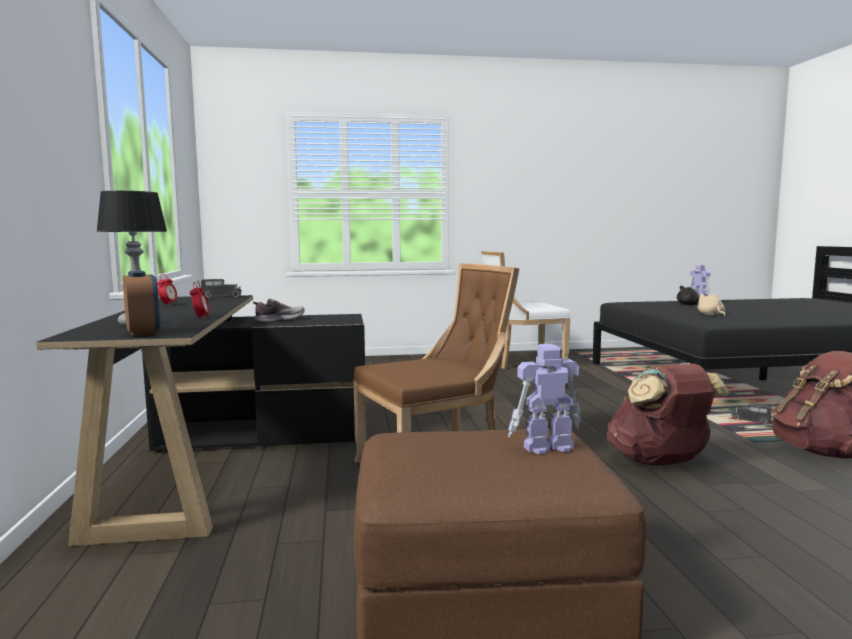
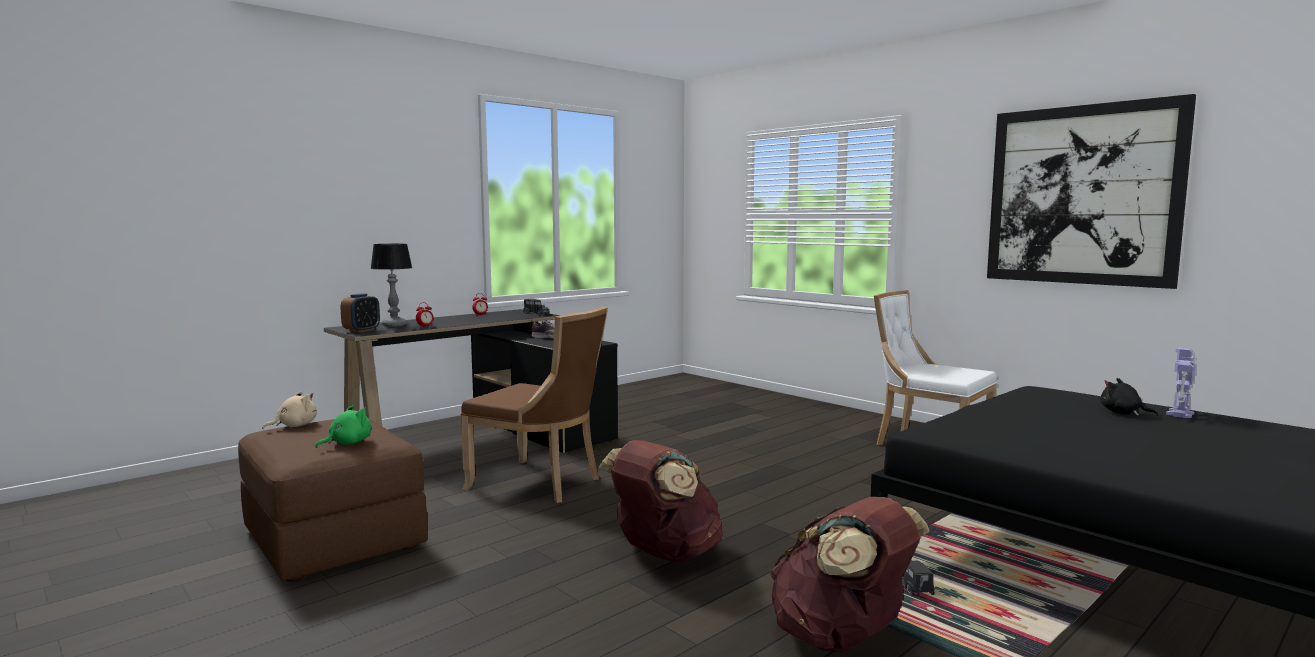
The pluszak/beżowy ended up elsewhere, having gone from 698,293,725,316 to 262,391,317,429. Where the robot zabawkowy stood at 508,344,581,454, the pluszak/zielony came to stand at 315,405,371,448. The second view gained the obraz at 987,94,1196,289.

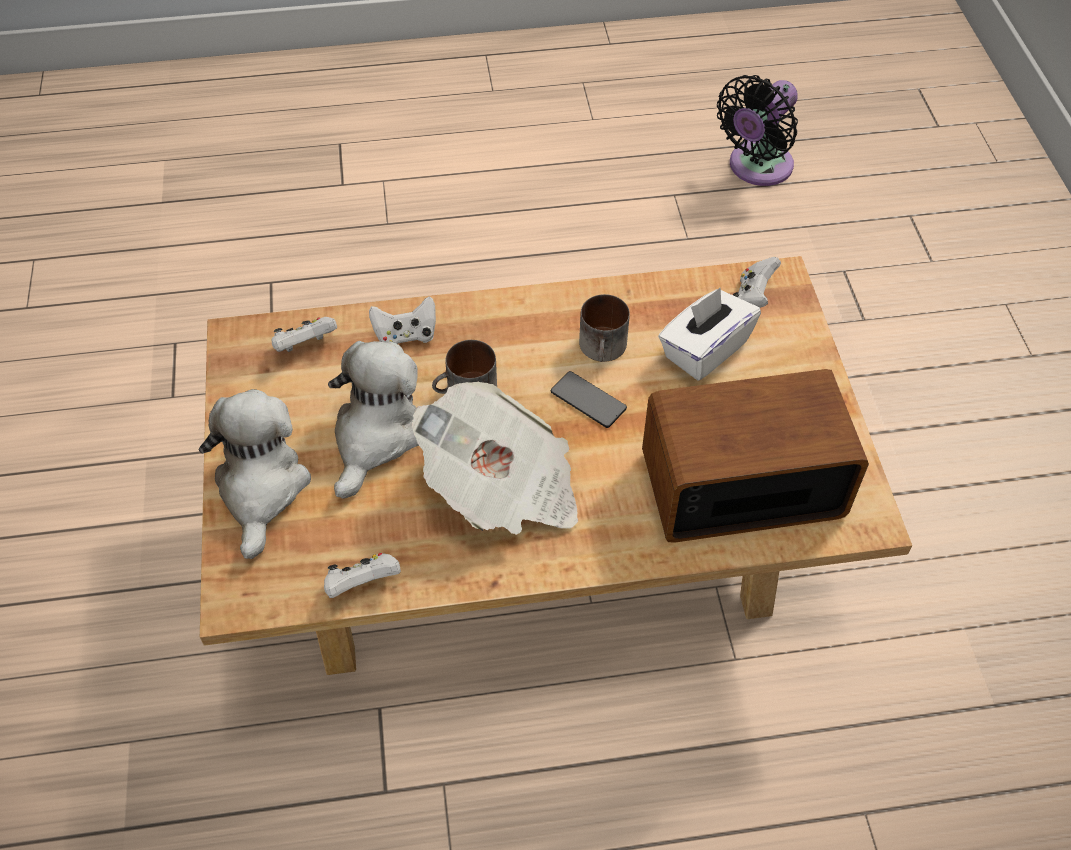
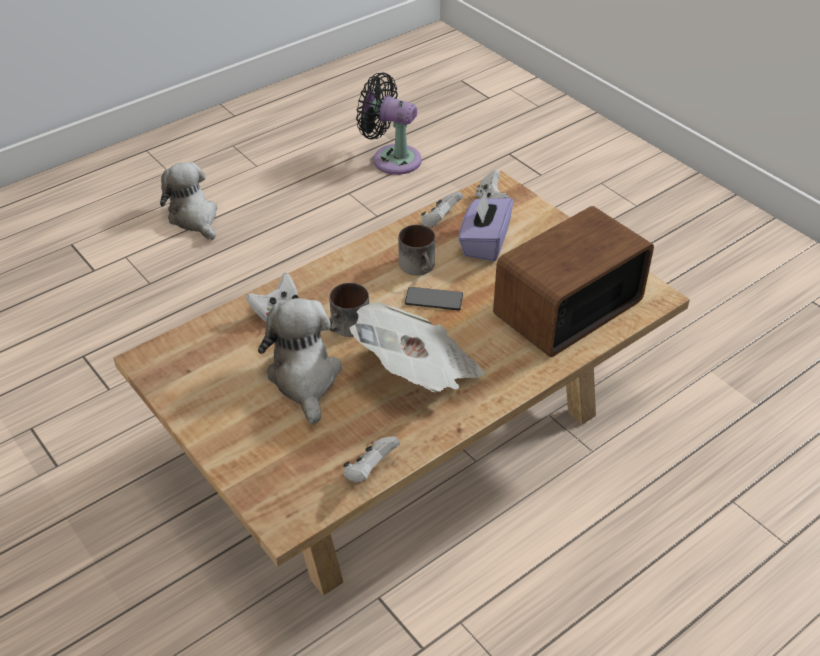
The pluszak ended up elsewhere, having gone from 199,389,311,559 to 160,162,217,240. The wentylator/czarny at 717,75,798,186 ended up facing another way, 105 degrees clockwise from before. The pad do gier/biały ended up elsewhere, having gone from 272,317,337,352 to 421,192,463,227. What was the pudełko chusteczek/biały at 658,288,761,380 turned into the pudełko chusteczek/fioletowy at 458,192,514,261.

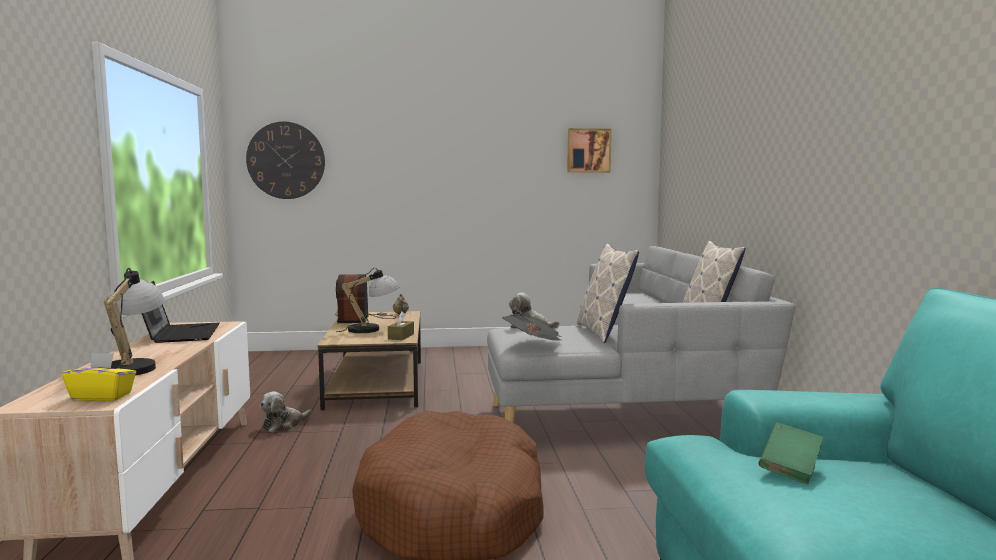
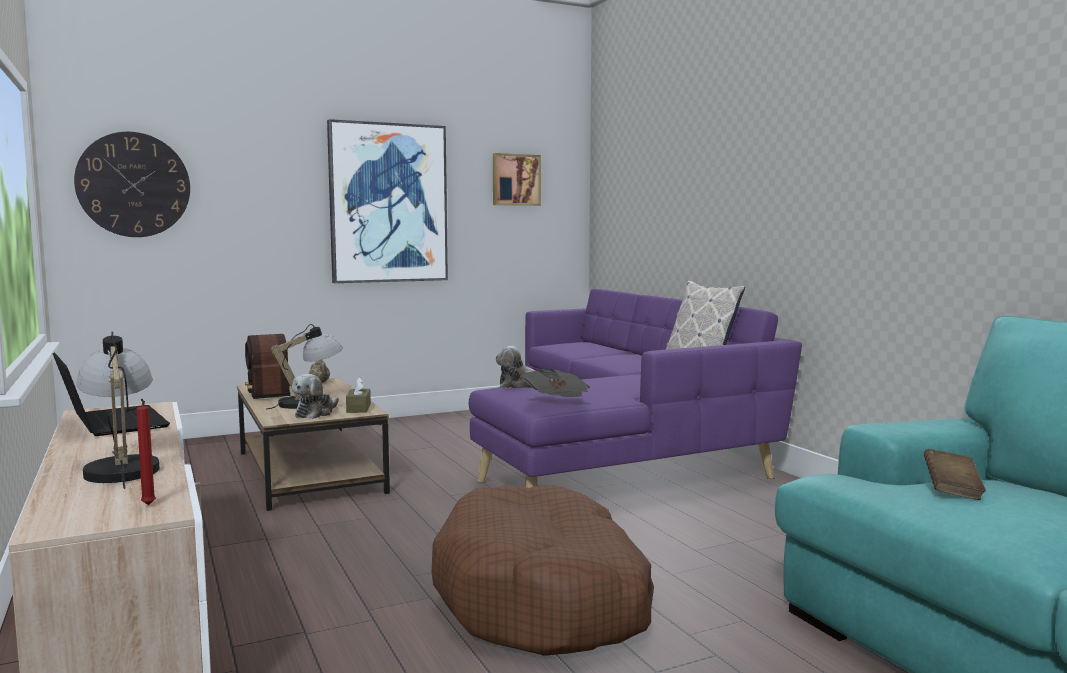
Where the pudełko chusteczek/żółty stood at 62,353,136,401, the świeca/czerwony came to stand at 136,399,156,505. The pluszak ended up elsewhere, having gone from 260,392,312,433 to 292,374,339,419. The second view gained the obraz at 327,119,448,283. What was the kanapa/szary at 487,246,795,423 turned into the kanapa/fioletowy at 469,289,802,488. What was the książka/zielony at 759,423,823,484 turned into the książka/brązowy at 924,449,986,500. The second view lost the poduszka at 577,243,639,343.

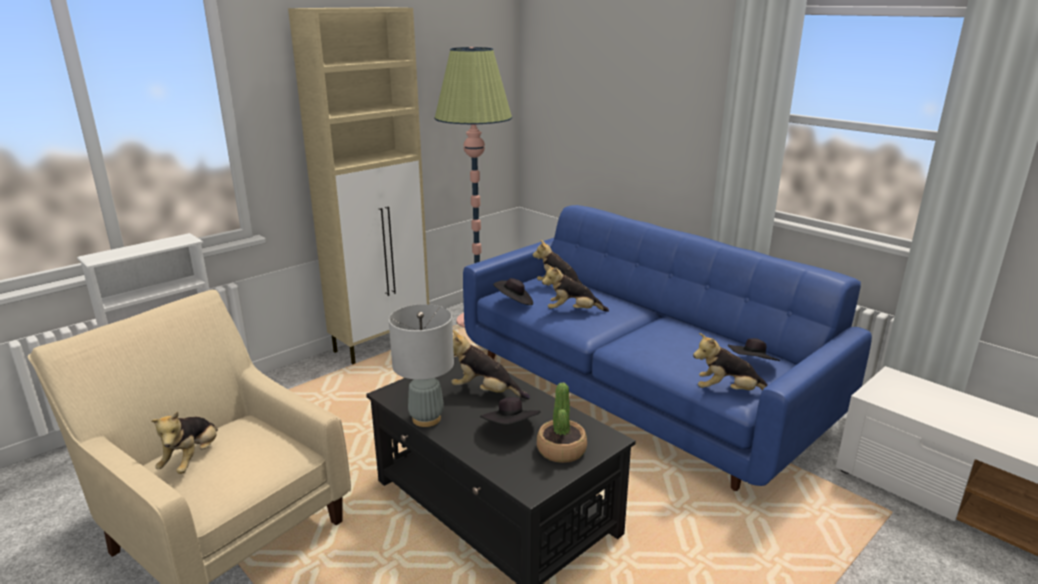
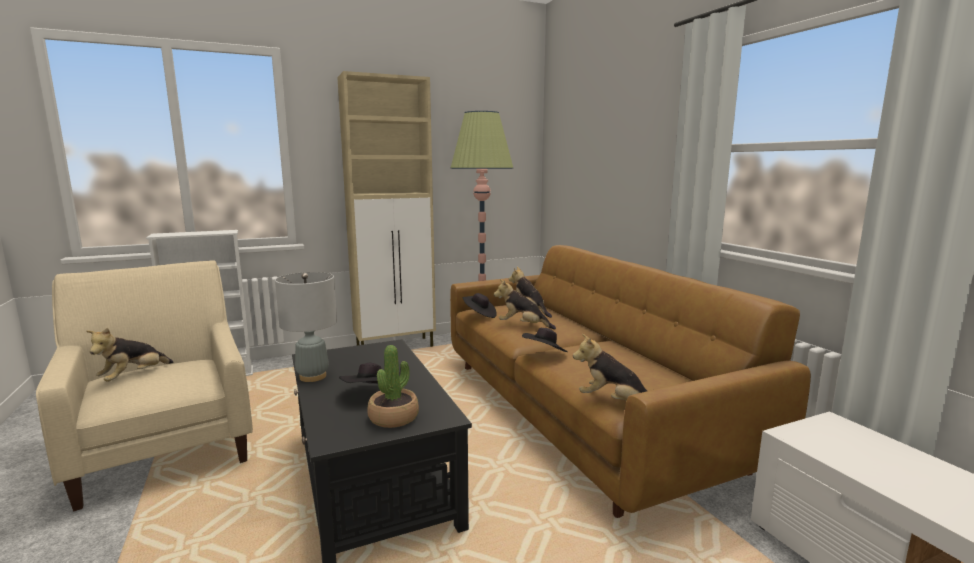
What was the kanapa/niebieski at 463,205,872,491 turned into the kanapa/brązowy at 450,245,811,518. The kapelusz/czarny ended up elsewhere, having gone from 728,338,780,361 to 522,328,568,352. The second view lost the pluszak at 451,330,530,399.

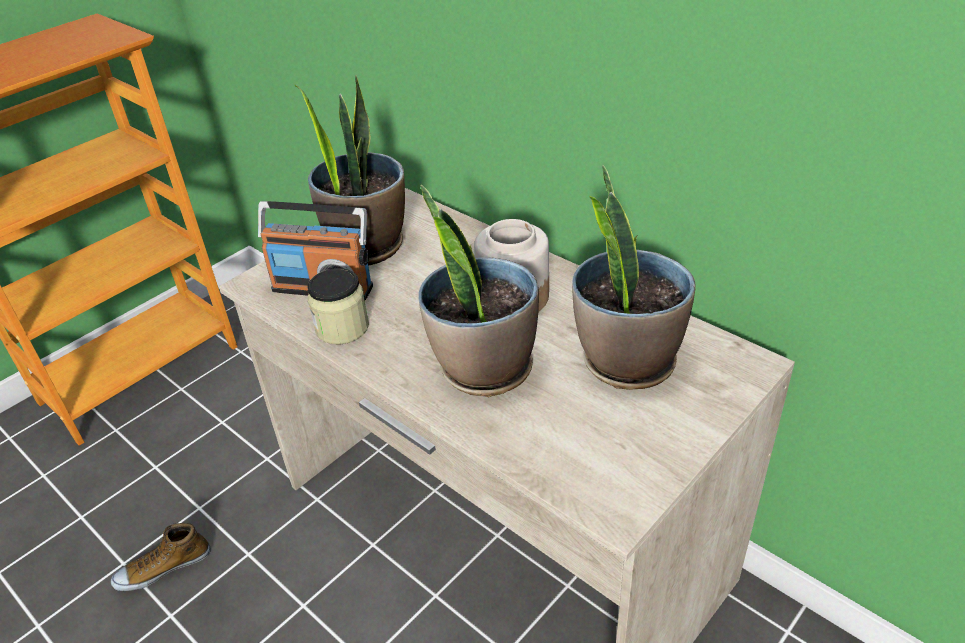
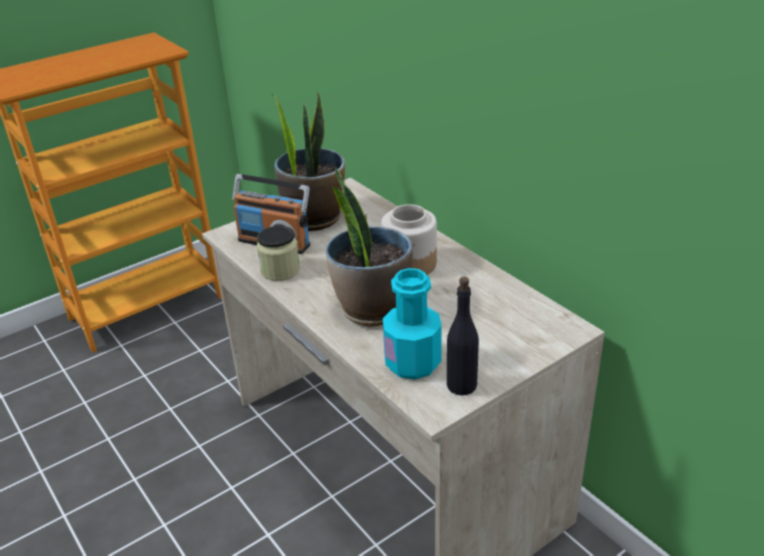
The second view gained the butelka/turkusowy at 383,268,442,380. The second view gained the butelka/czarny at 447,277,479,395. The second view lost the but at 111,523,210,591. The second view lost the roślina doniczkowa at 572,165,696,390.

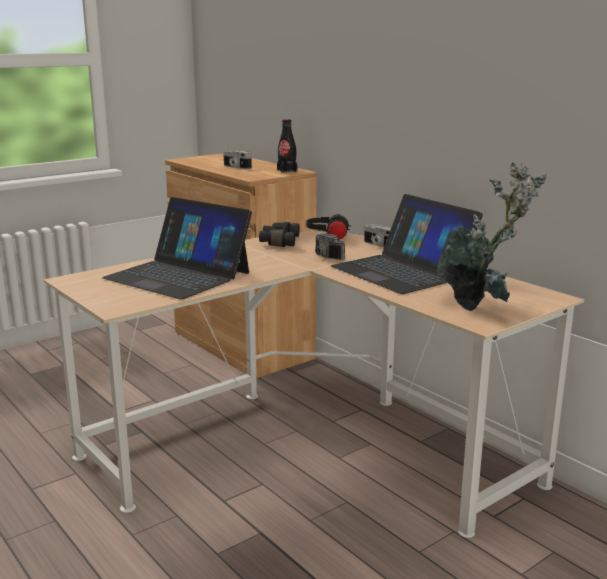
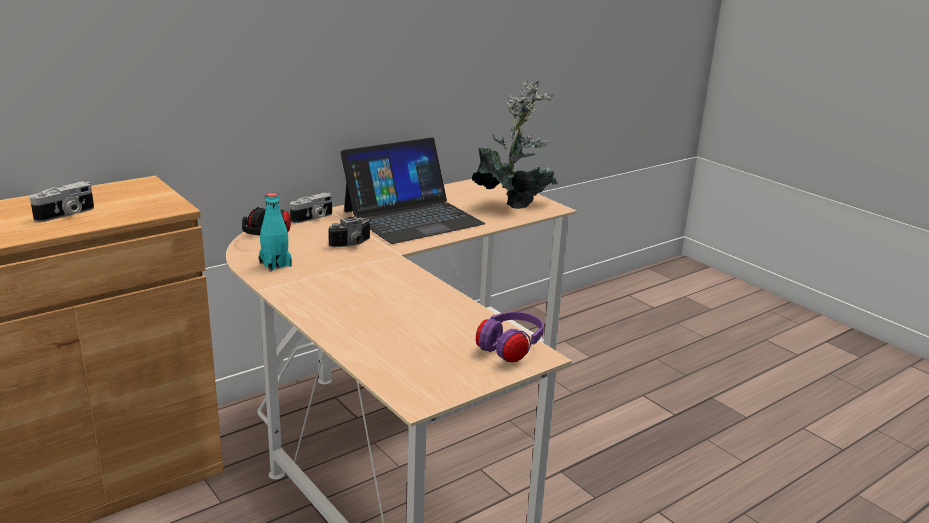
Where the lornetka/czarny stood at 259,222,300,247, the butelka/turkusowy came to stand at 259,193,292,271. The second view gained the słuchawki/fioletowy at 476,312,544,362. The second view lost the laptop at 102,197,252,300. The second view lost the butelka/czarny at 277,119,297,173.

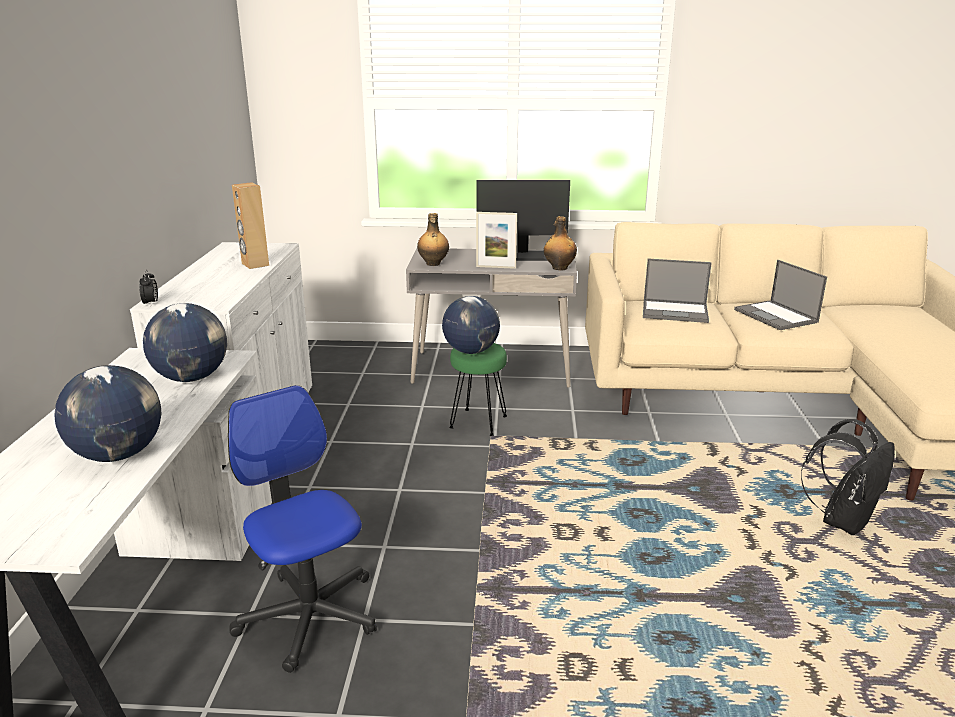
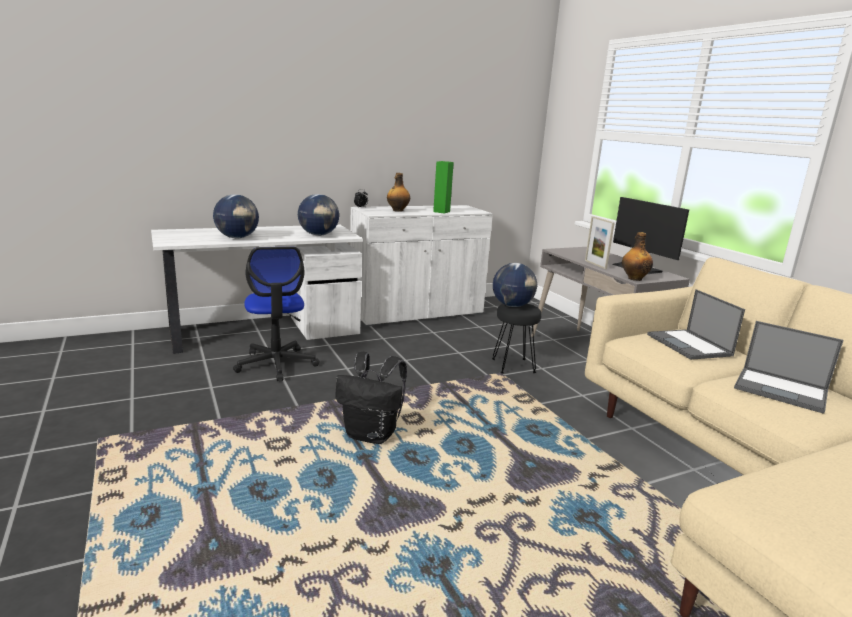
The krzesło biurowe at 228,385,377,673 ended up facing another way, 135 degrees clockwise from before. The plecak/czarny ended up elsewhere, having gone from 801,419,895,535 to 335,352,407,444. The butelka ended up elsewhere, having gone from 417,213,449,266 to 387,173,410,212. What was the głośnik/brązowy at 232,182,269,269 turned into the głośnik/zielony at 433,161,454,214. What was the stołek/zielony at 449,343,507,436 turned into the stołek/czarny at 492,304,541,374. The laptop at 734,260,827,330 ended up facing another way, 90 degrees counterclockwise from before.

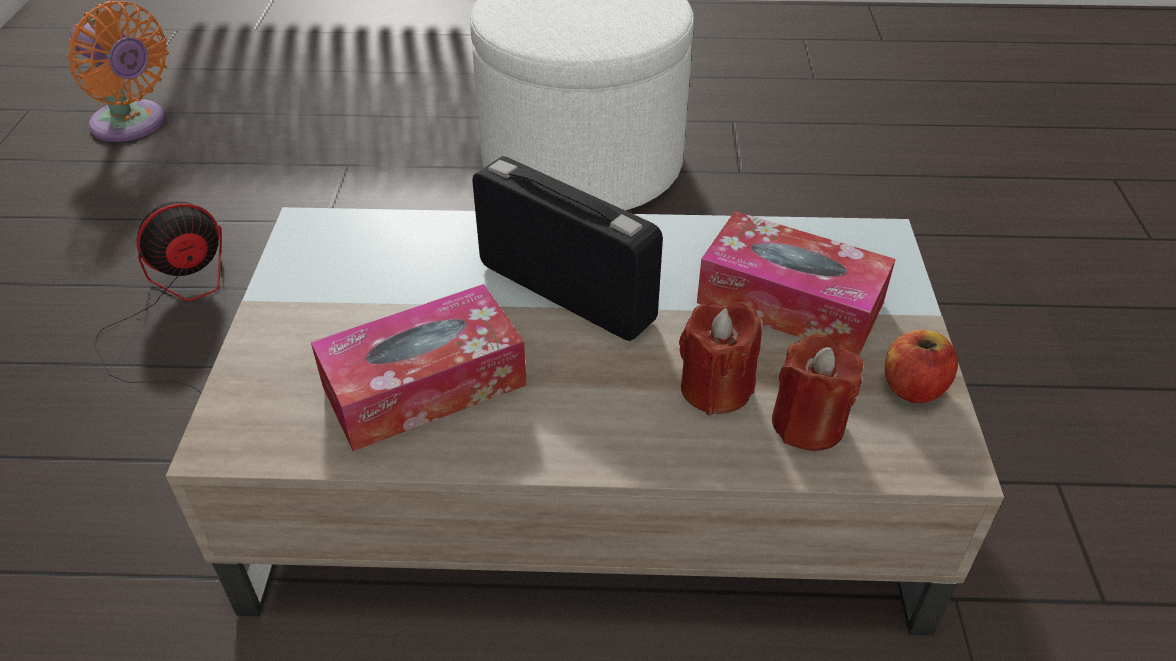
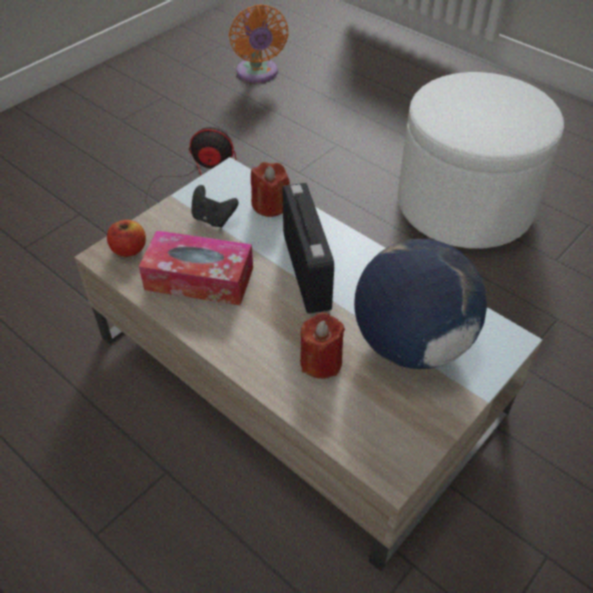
The jabłko ended up elsewhere, having gone from 885,330,958,403 to 107,220,146,257. The second view gained the pad do gier/czarny at 191,185,238,228. The świeca/czerwony ended up elsewhere, having gone from 772,334,863,451 to 251,162,290,217. Where the pudełko chusteczek stood at 697,211,896,356, the globus came to stand at 354,239,487,369.

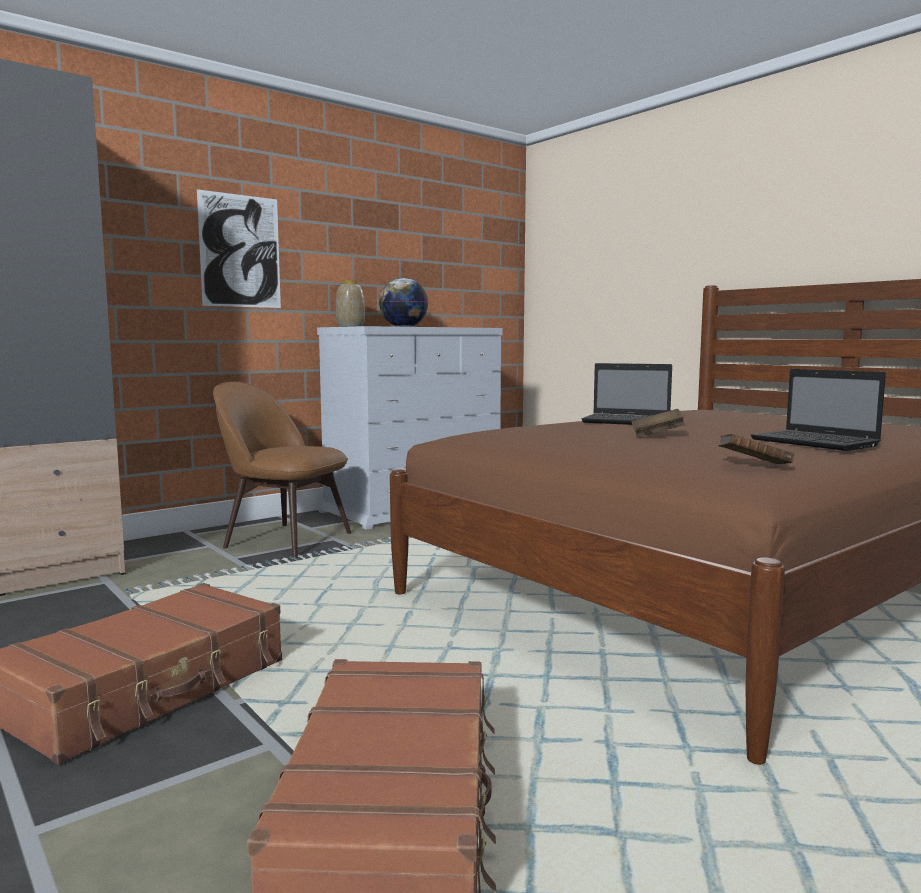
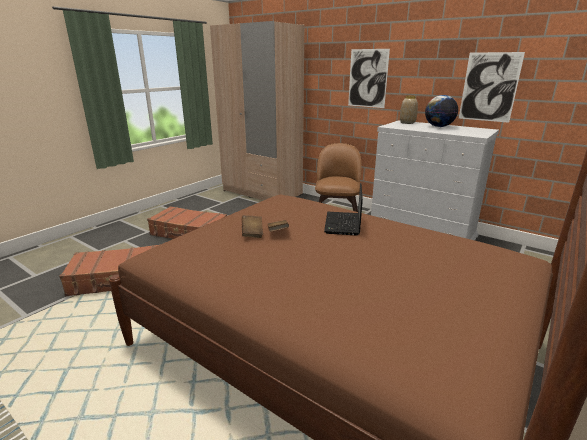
The książka/brązowy ended up elsewhere, having gone from 718,434,794,464 to 242,215,263,238. The second view gained the obraz at 459,52,525,123. The second view lost the laptop at 750,369,886,451.

